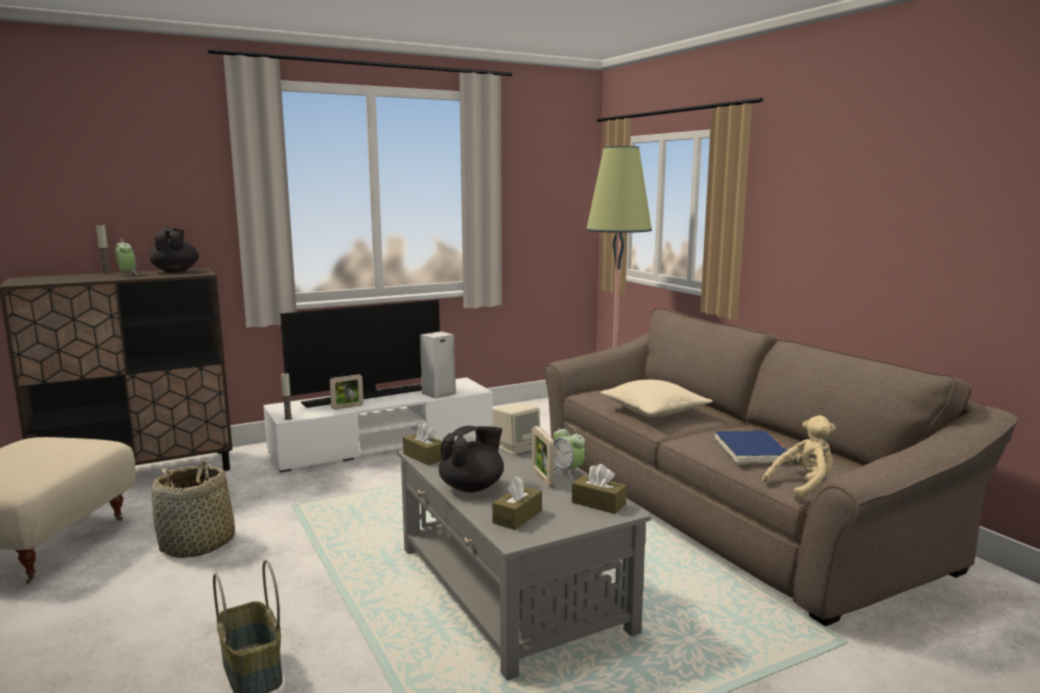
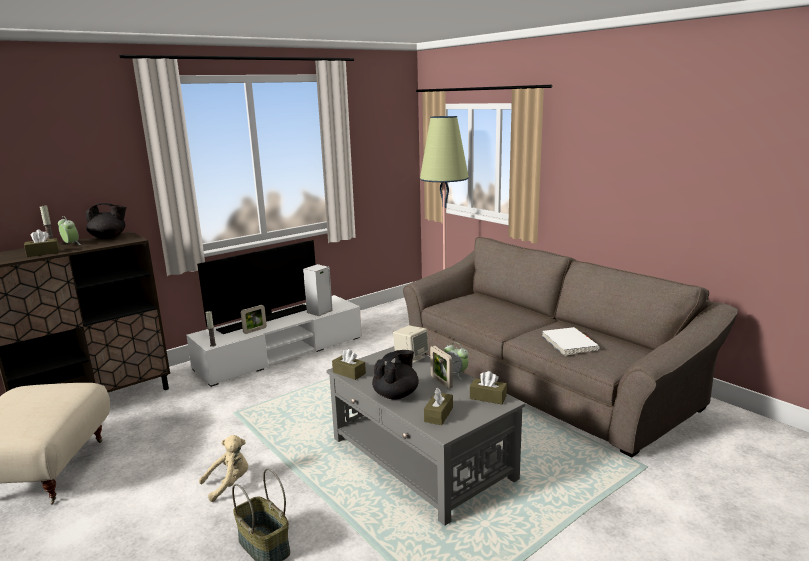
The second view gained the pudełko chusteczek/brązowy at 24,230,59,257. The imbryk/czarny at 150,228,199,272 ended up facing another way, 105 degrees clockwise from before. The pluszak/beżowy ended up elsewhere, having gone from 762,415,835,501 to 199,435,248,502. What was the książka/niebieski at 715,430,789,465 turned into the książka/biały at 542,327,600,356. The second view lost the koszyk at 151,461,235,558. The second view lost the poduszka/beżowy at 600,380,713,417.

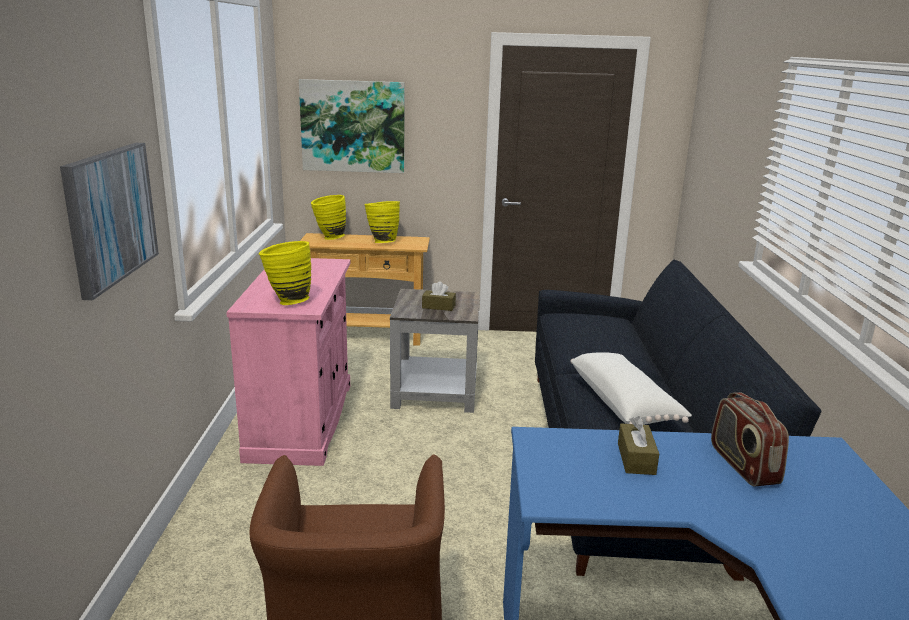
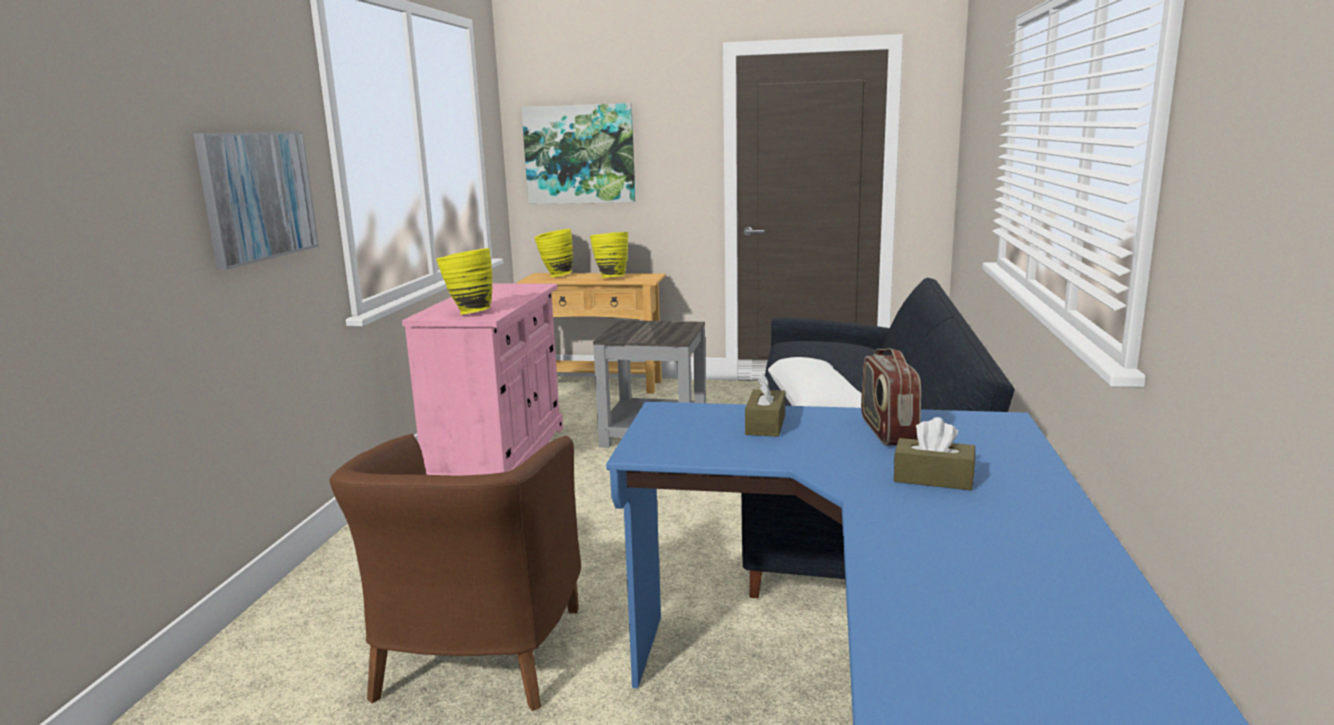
The pudełko chusteczek/brązowy ended up elsewhere, having gone from 422,281,456,311 to 894,417,975,490.

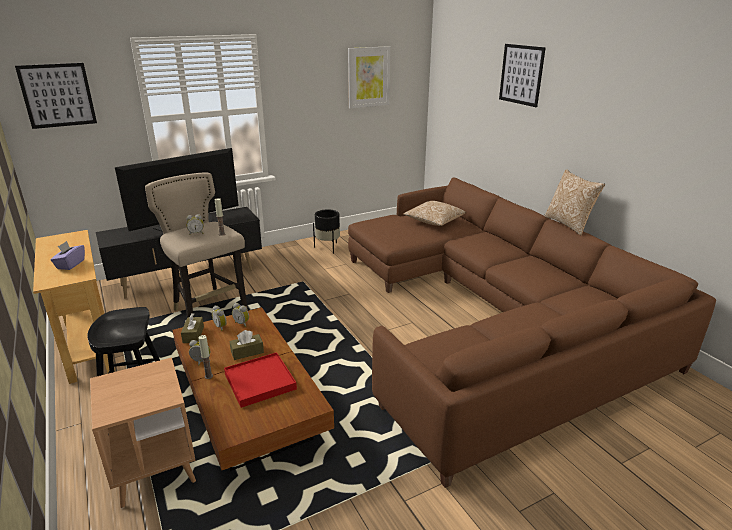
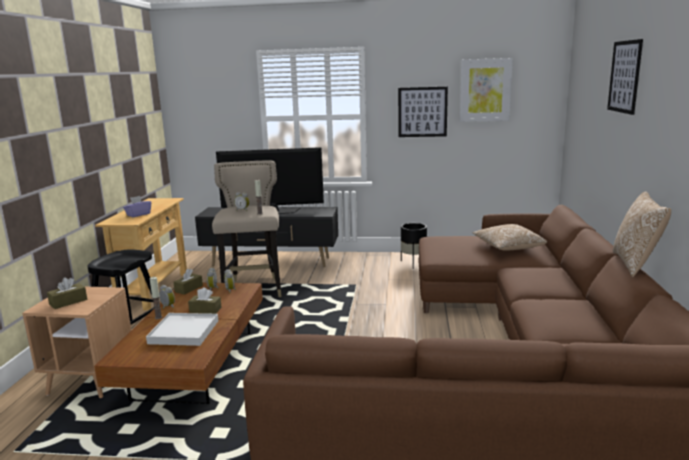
The second view gained the pudełko chusteczek/brązowy at 47,277,87,309. What was the taca/czerwony at 224,352,297,408 turned into the taca/biały at 146,313,219,346. The obraz ended up elsewhere, having gone from 15,63,97,129 to 398,87,448,137.

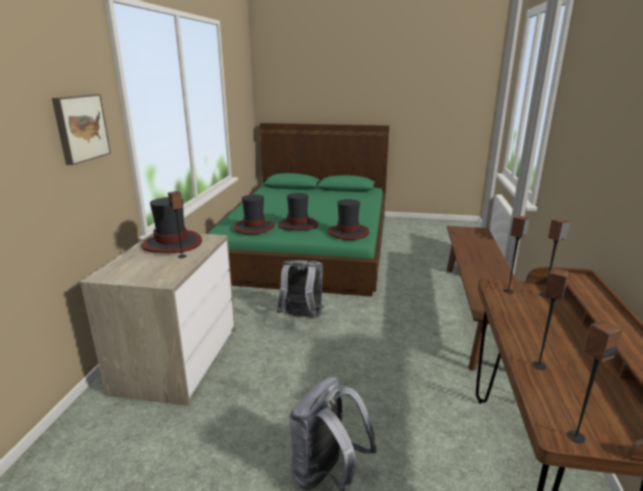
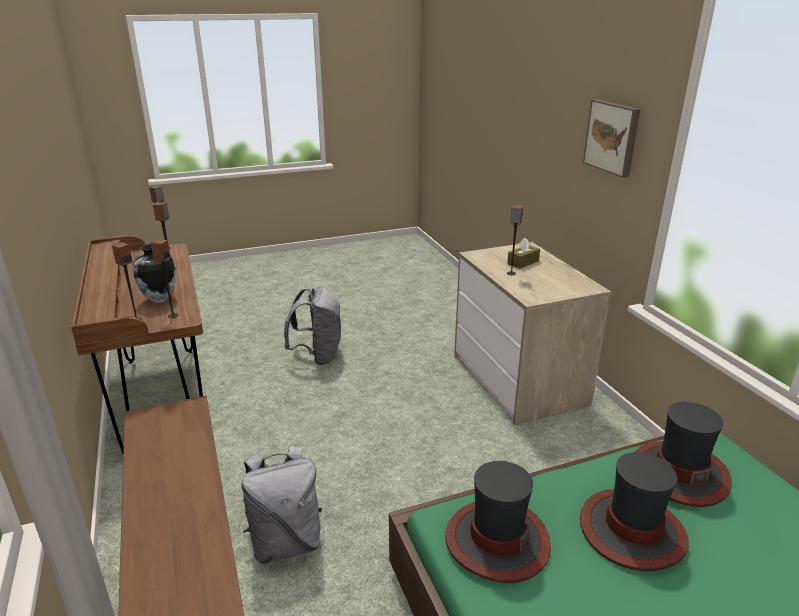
The second view gained the wazon at 133,244,176,303. The plecak/szary ended up elsewhere, having gone from 277,260,324,318 to 242,446,322,564. The second view gained the pudełko chusteczek/brązowy at 507,238,540,269. The second view lost the kapelusz at 141,197,202,253.

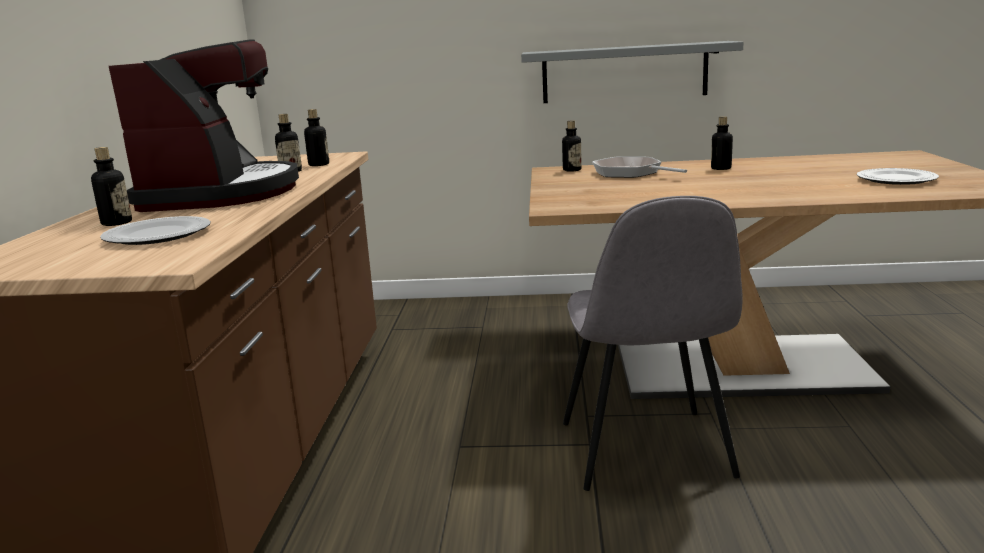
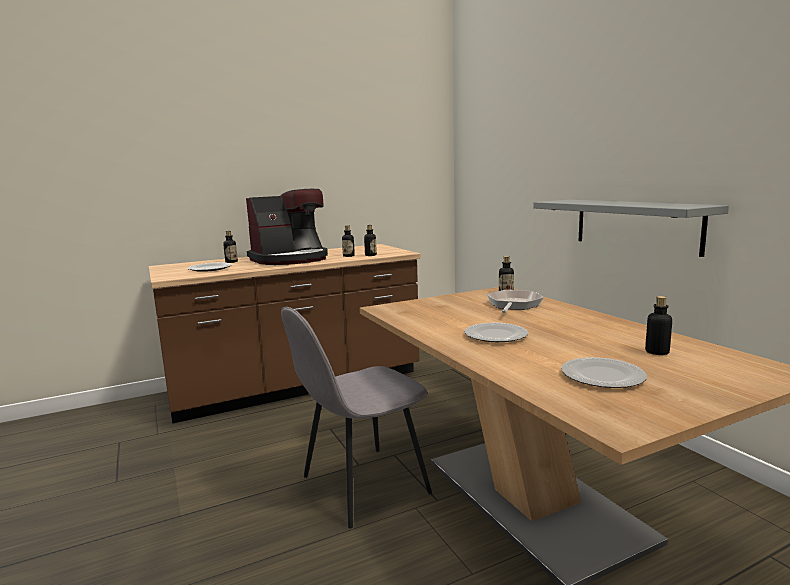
The second view gained the talerz at 464,323,528,342. The butelka ended up elsewhere, having gone from 711,116,733,170 to 645,296,672,355.

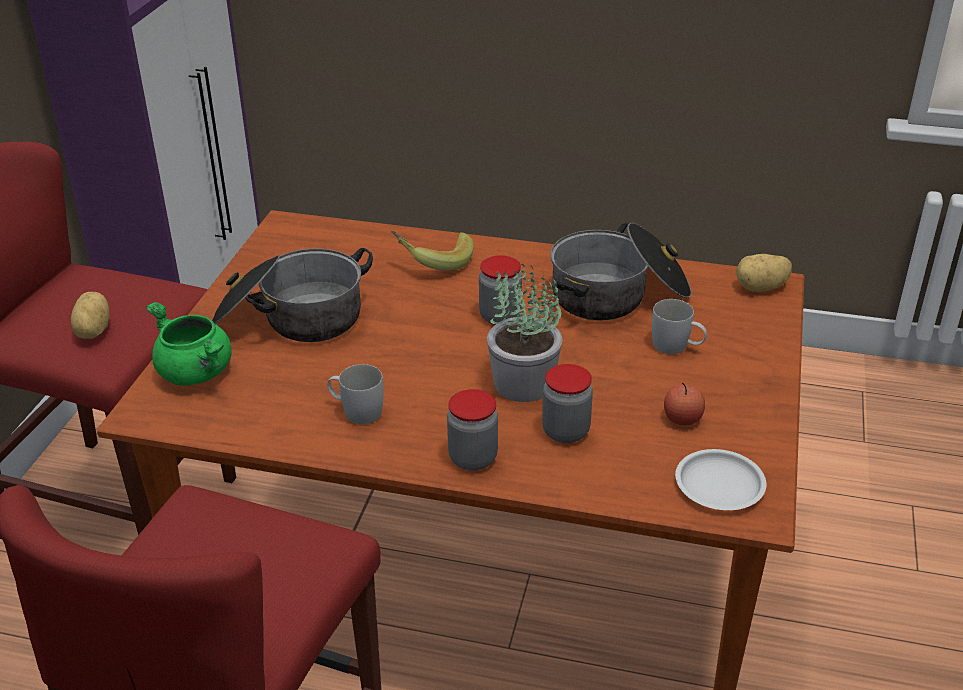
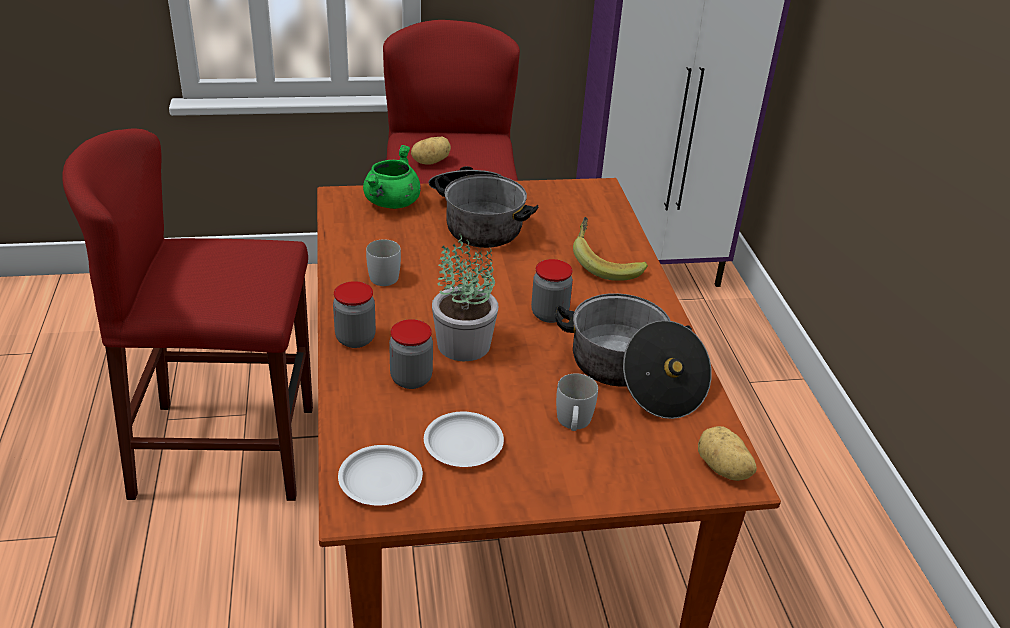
Where the jabłko stood at 664,382,705,426, the talerz/biały came to stand at 424,412,504,467.

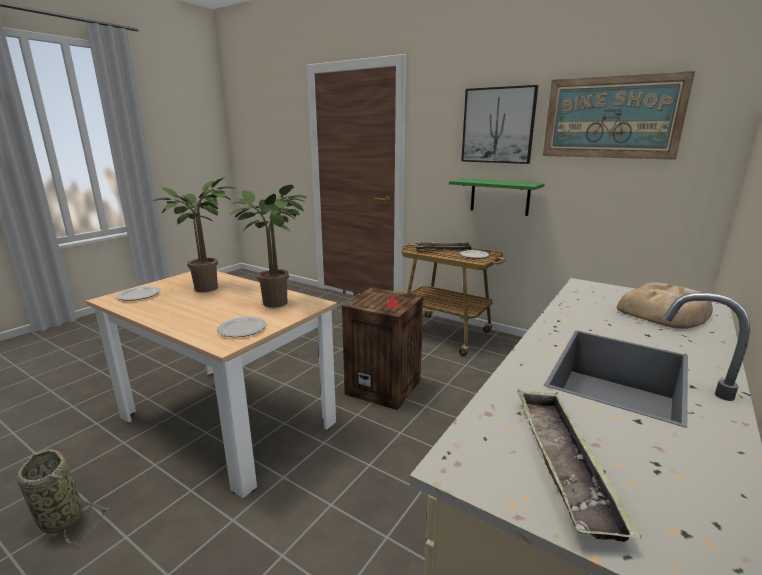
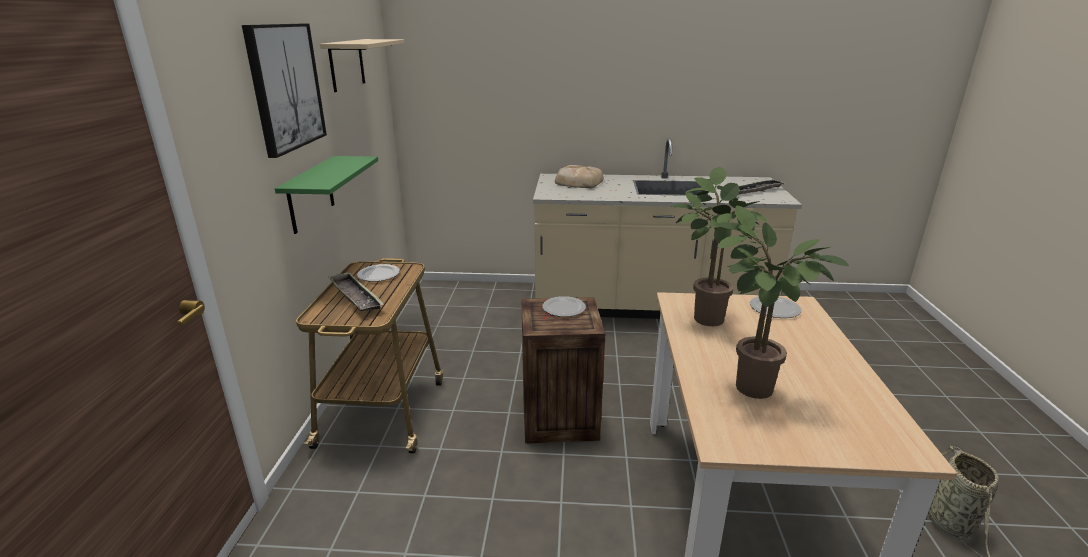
Where the obraz hung at 543,71,695,160, the półka/beżowy came to hang at 320,39,404,92. The talerz ended up elsewhere, having gone from 116,286,160,300 to 543,296,586,317.

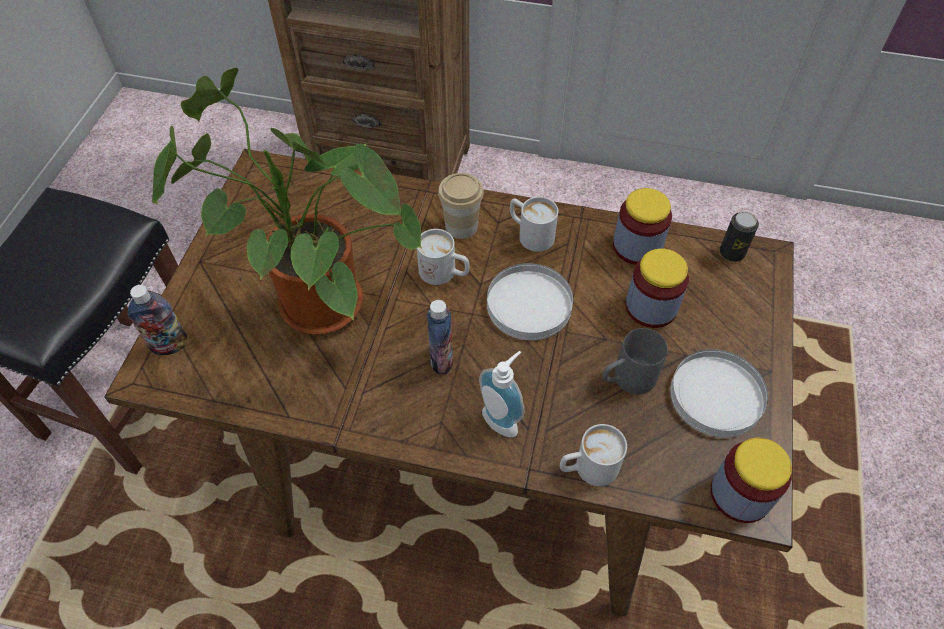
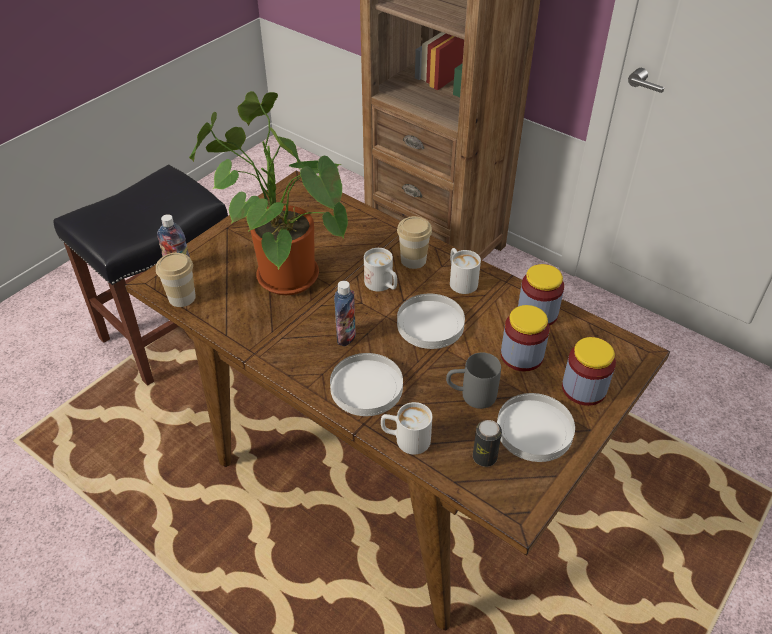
The second view gained the filiżanka at 156,253,196,307. Where the dozownik mydła stood at 479,351,525,437, the talerz/biały came to stand at 330,353,403,416. The puszka ended up elsewhere, having gone from 720,211,759,262 to 473,420,502,467. The słoik ended up elsewhere, having gone from 711,438,792,523 to 562,337,616,406.

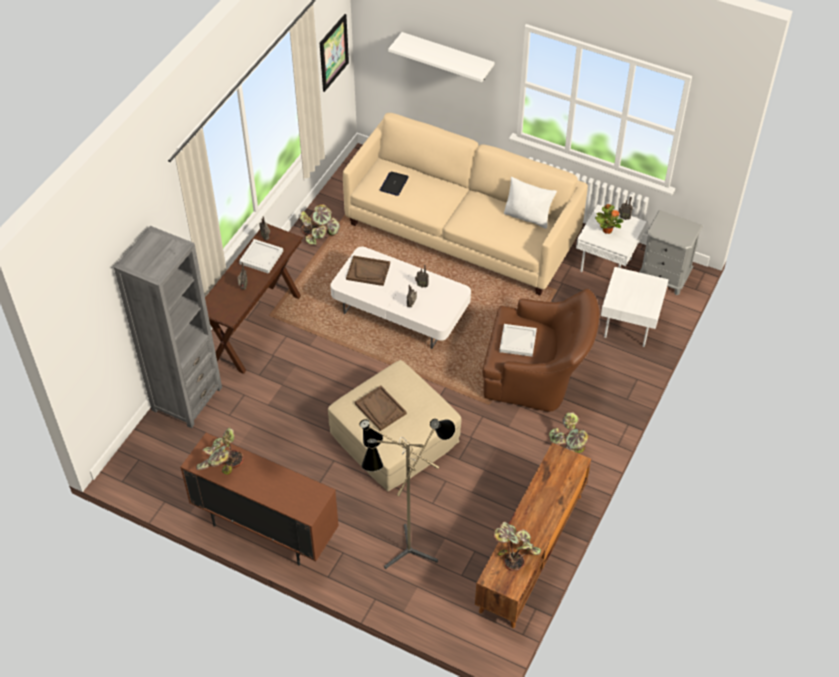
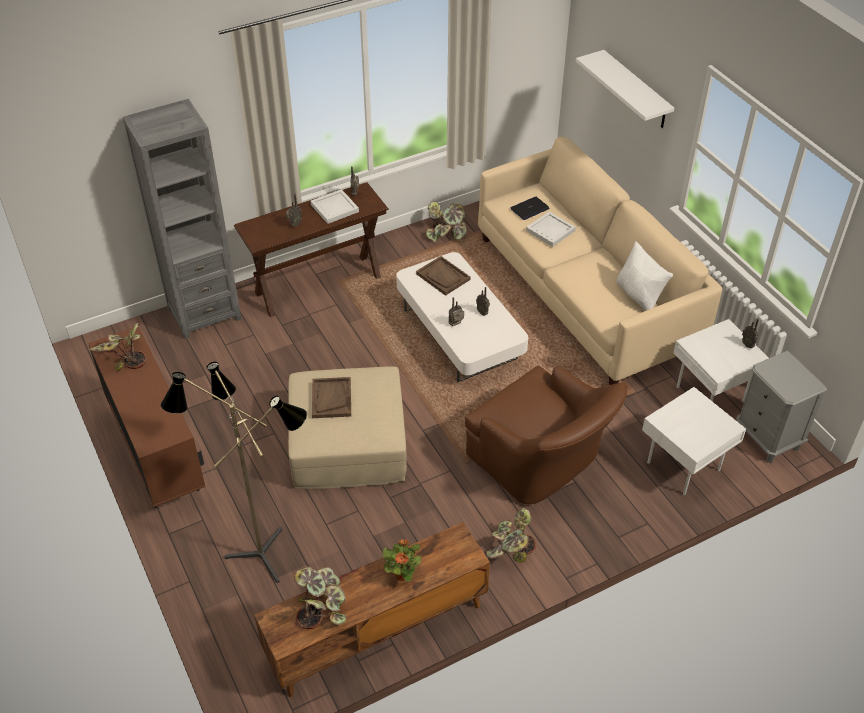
The roślina doniczkowa ended up elsewhere, having gone from 595,204,623,234 to 383,539,422,582. The taca/biały ended up elsewhere, having gone from 499,324,537,357 to 526,212,576,247. The second view lost the obraz at 320,14,349,92.

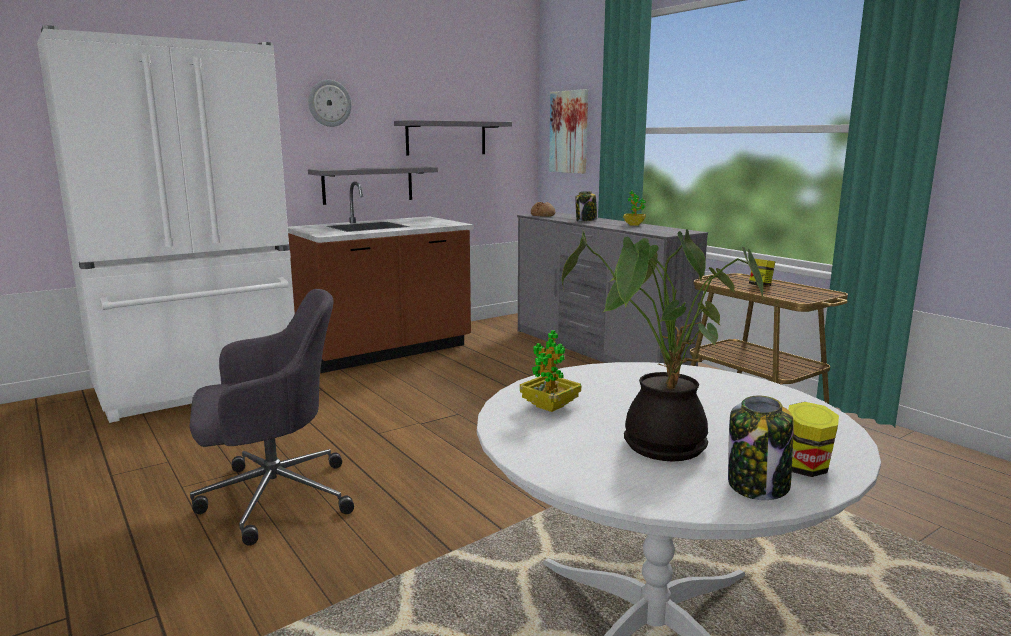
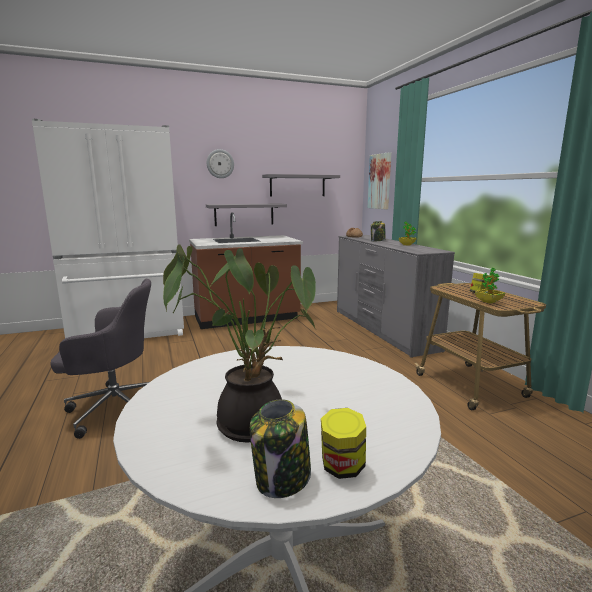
The roślina doniczkowa ended up elsewhere, having gone from 520,330,581,412 to 475,268,505,304.

